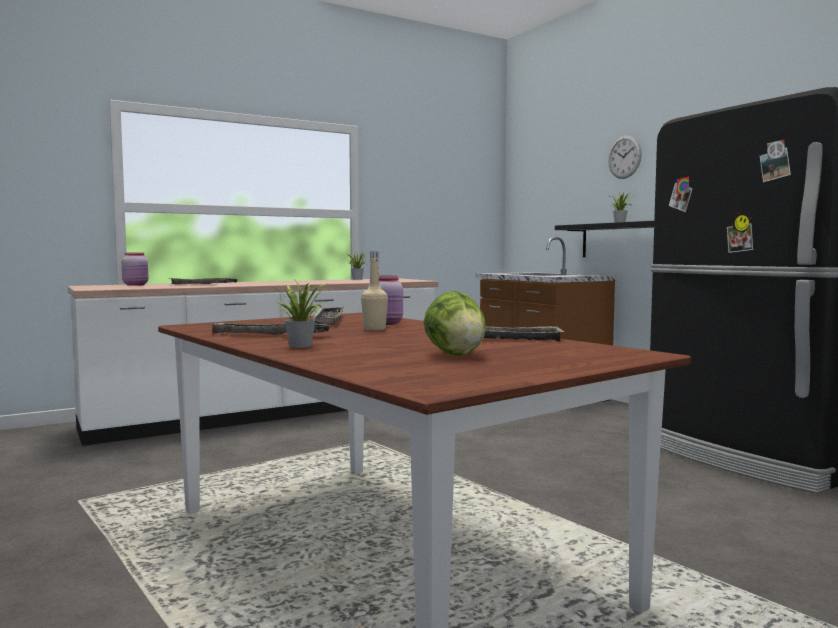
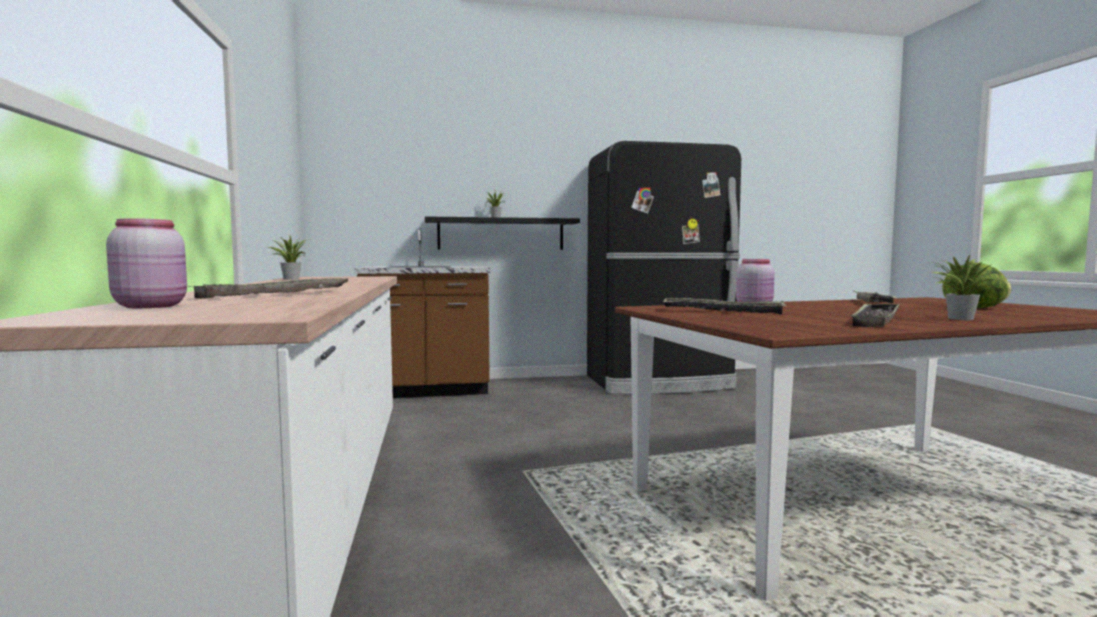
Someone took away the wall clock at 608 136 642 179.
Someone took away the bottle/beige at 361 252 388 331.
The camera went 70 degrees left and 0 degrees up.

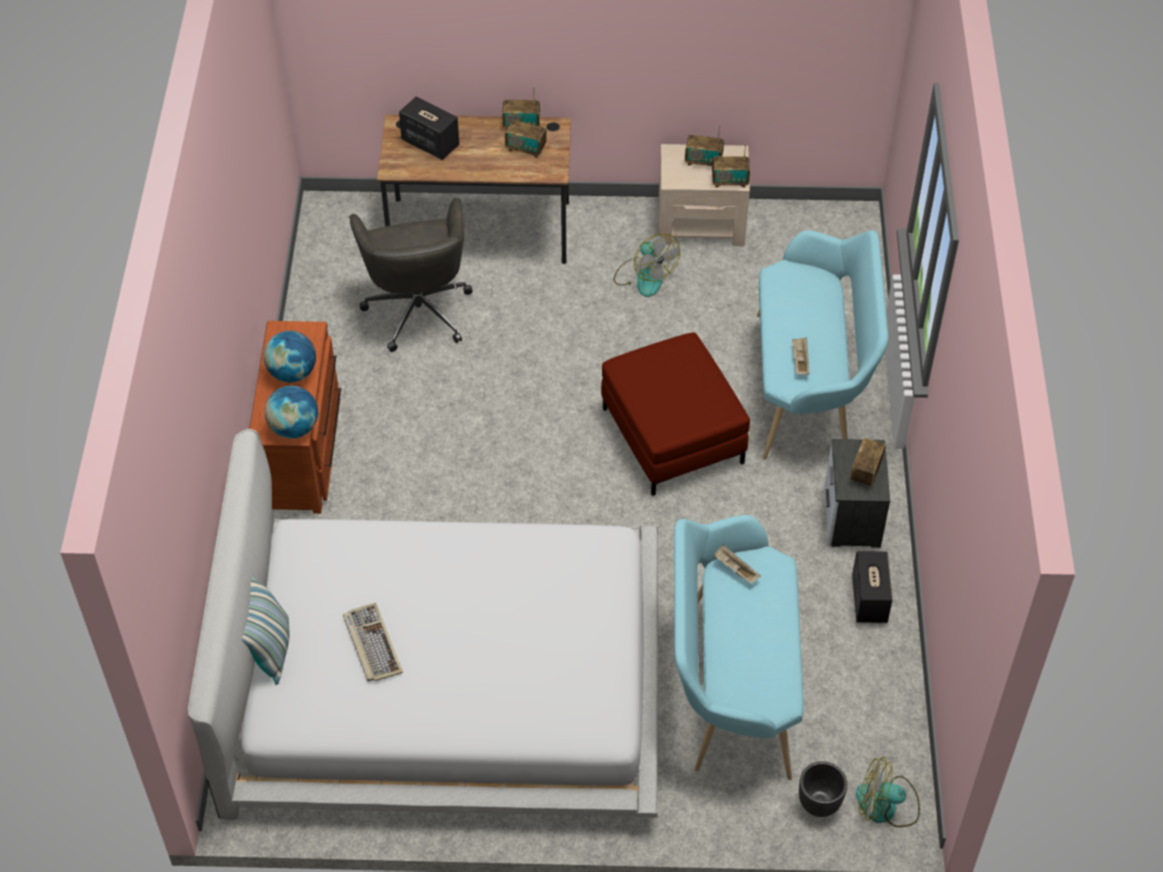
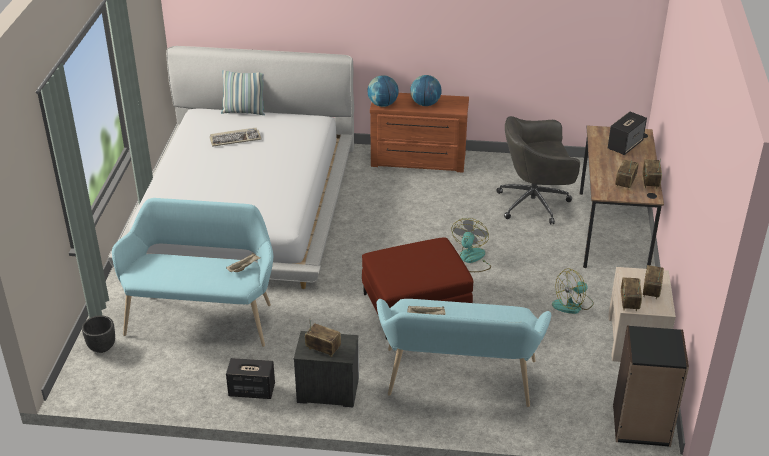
Someone carried the fan from 856 757 920 827 to 451 218 491 272.
Someone put down the bookcase/black at 613 325 689 447.
The camera went 95 degrees right and 15 degrees down.

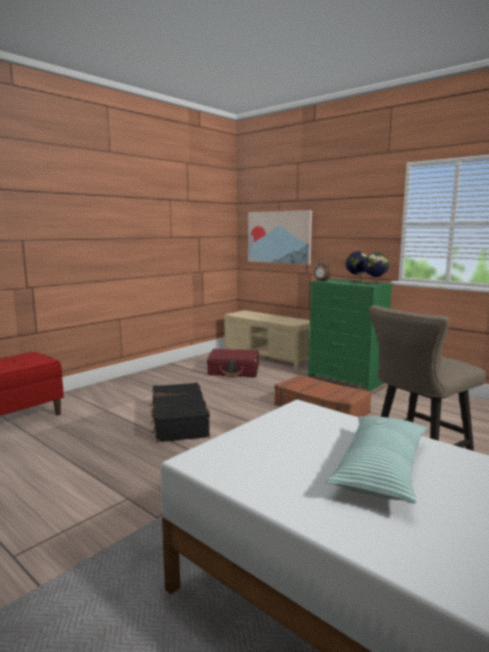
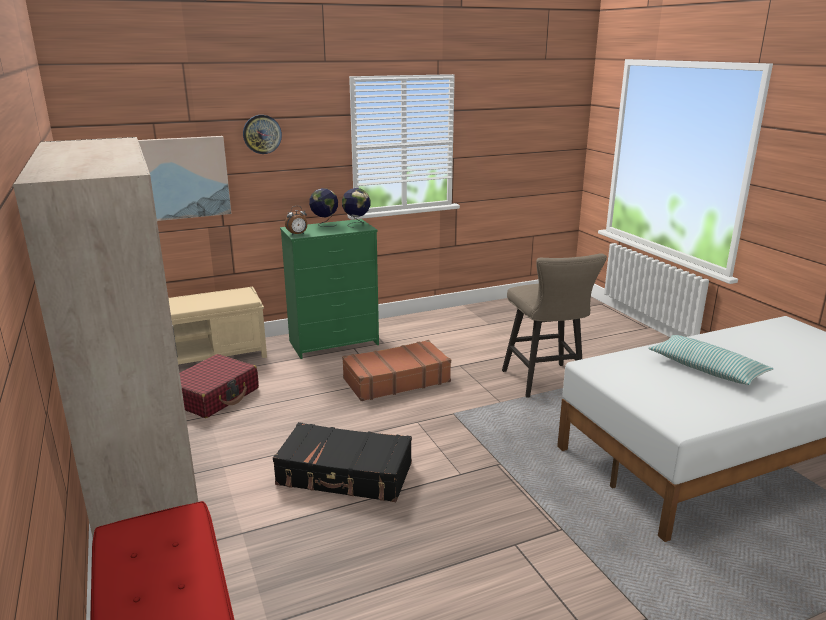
Someone put up the wall clock at 243 115 282 154.
Someone put down the wardrobe/beige at 13 137 198 537.
The camera went 65 degrees left and 10 degrees up.

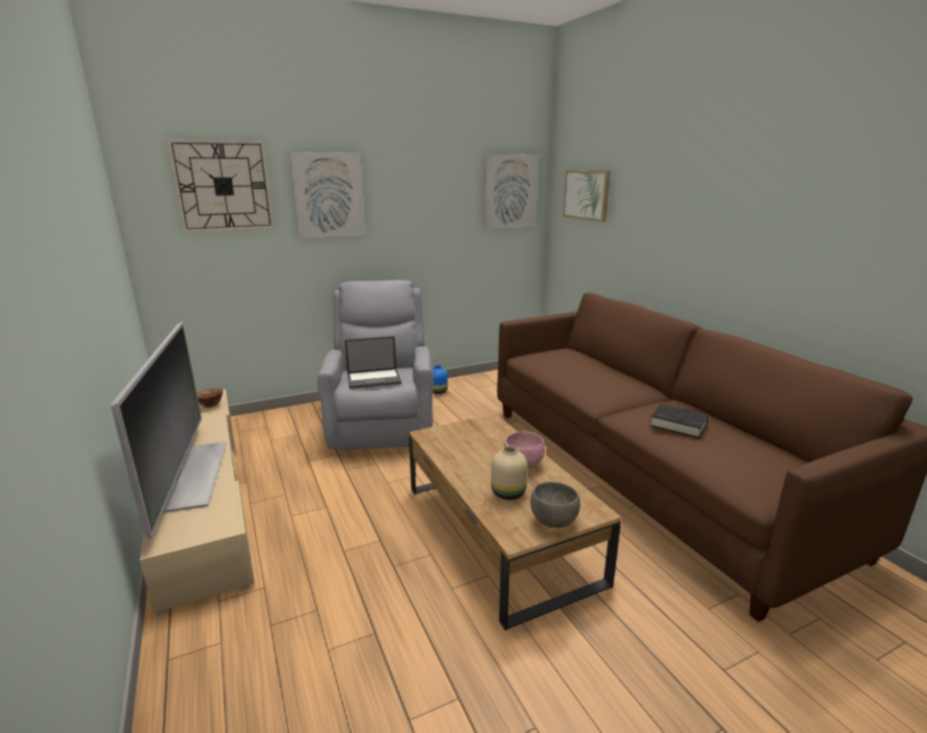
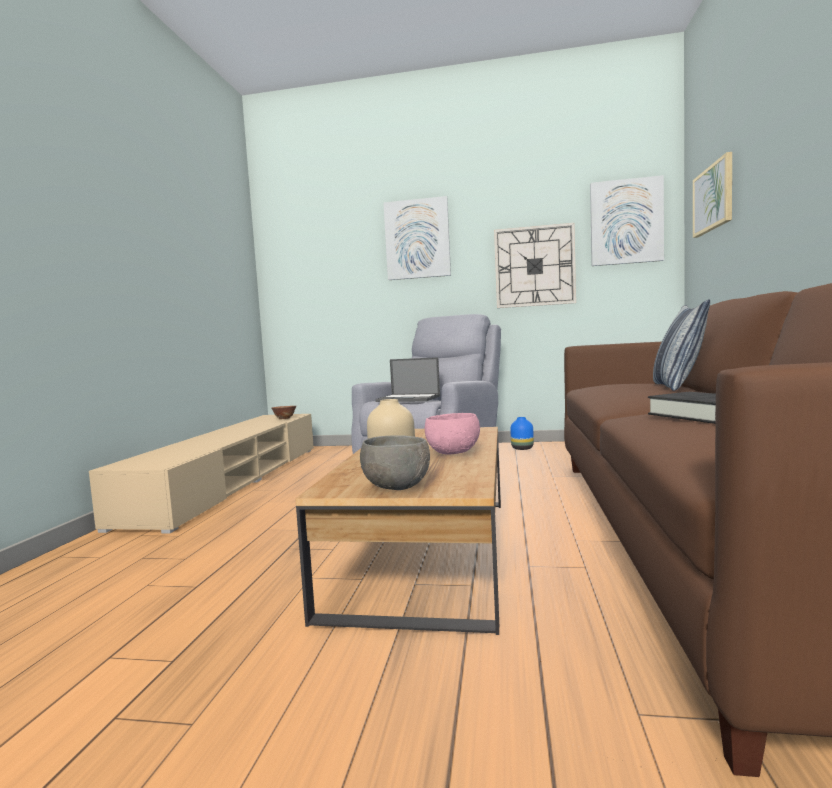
Someone carried the wall clock from 167 139 274 233 to 494 223 576 308.
Someone took away the television at 111 322 227 539.
Someone put down the pillow at 653 299 710 391.
The camera went 35 degrees right and 15 degrees down.

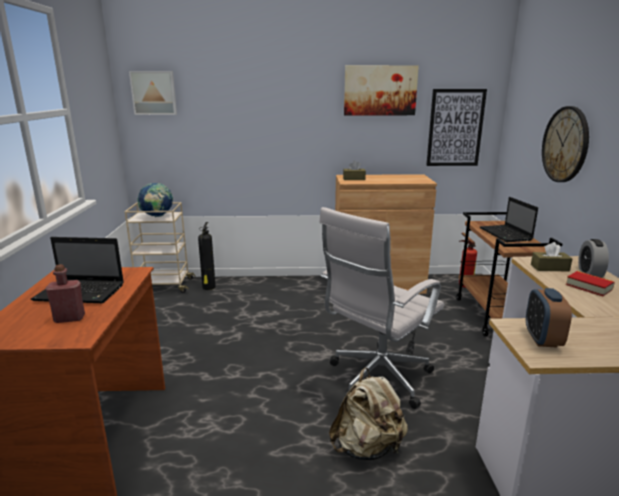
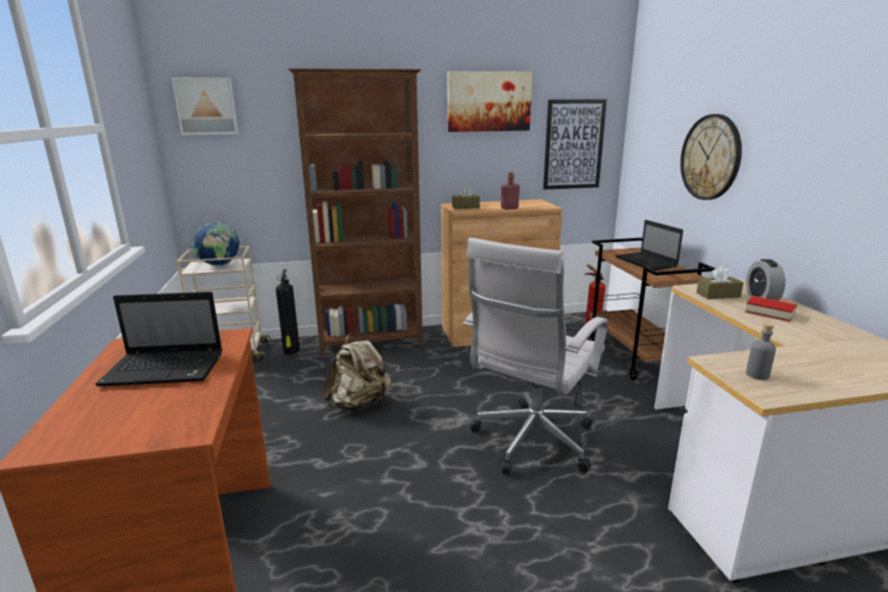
Someone carried the bottle/red from 45 264 85 323 to 501 172 520 210.
Someone swapped the alarm clock at 526 288 572 348 for the bottle/grey at 746 323 776 380.
Someone carried the backpack/beige from 329 368 408 460 to 324 333 391 411.
Someone put down the bookcase/brown at 288 68 423 355.
The camera went 10 degrees left and 0 degrees up.

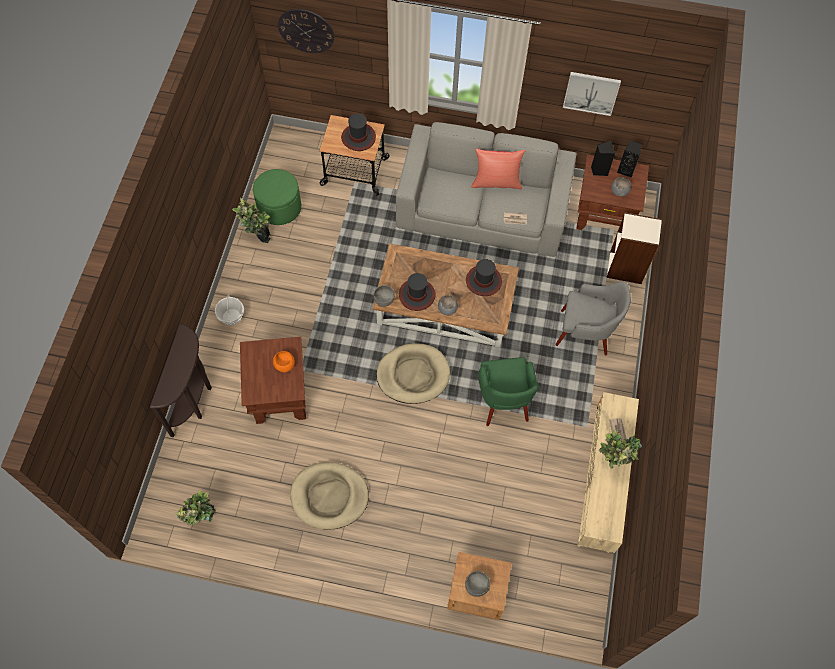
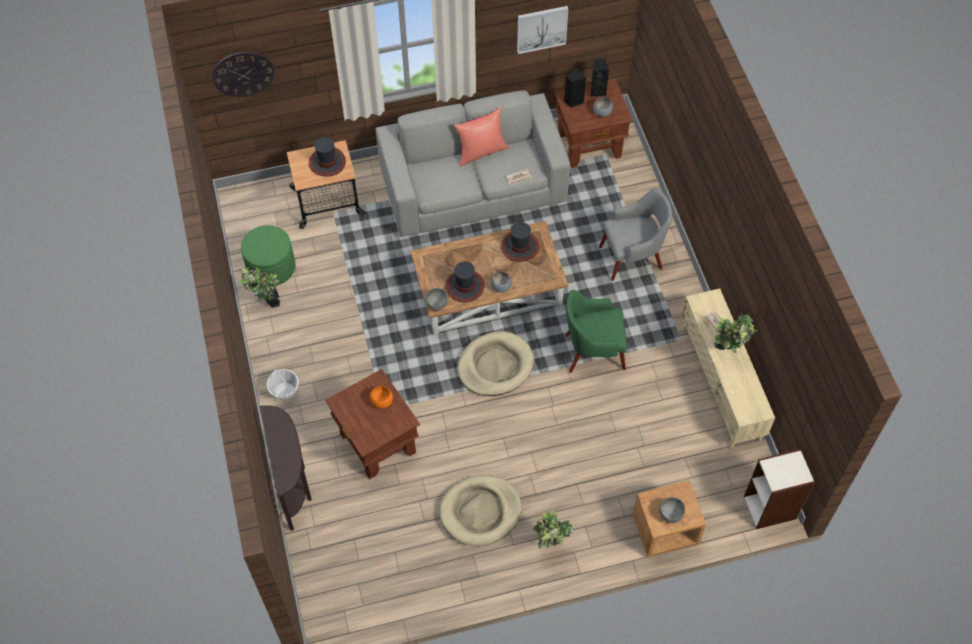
Someone carried the bookcase from 606 212 662 284 to 744 449 815 529.
Someone rotated the armchair/green at 478 357 539 426 by 120 degrees clockwise.
Someone carried the potted plant from 175 491 215 525 to 533 510 573 549.
The camera went 25 degrees left and 5 degrees down.

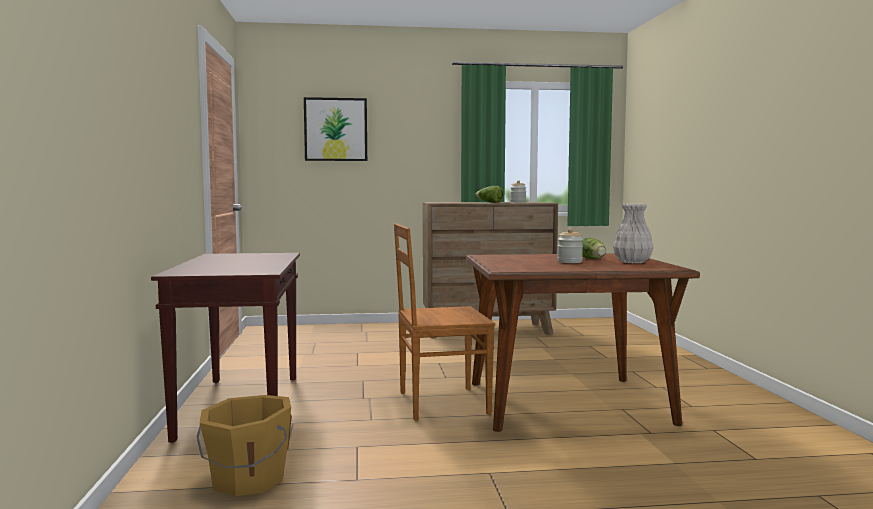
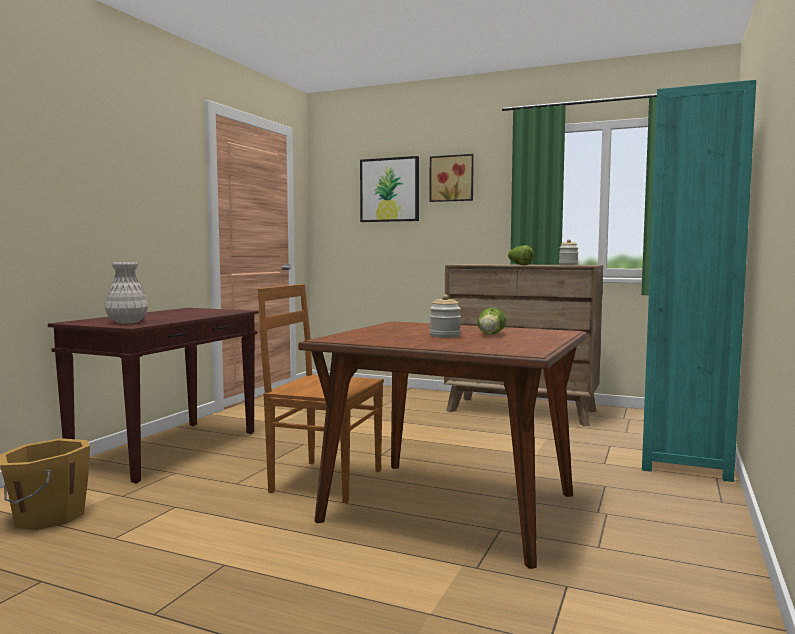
Someone carried the vase/white from 613 204 654 263 to 105 262 148 324.
Someone put down the bookcase/turquoise at 642 80 756 482.
Someone put up the picture at 429 154 474 202.
The camera went 30 degrees right and 0 degrees up.

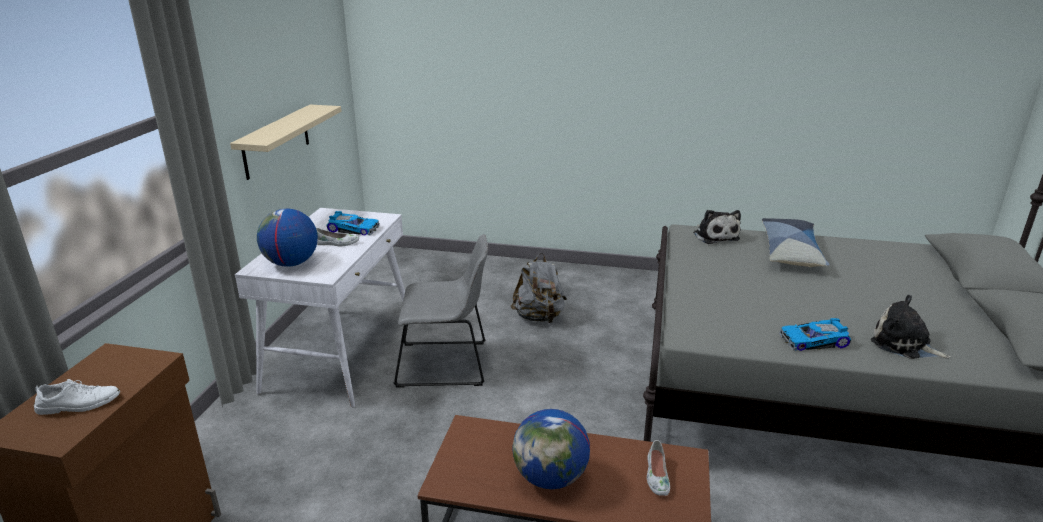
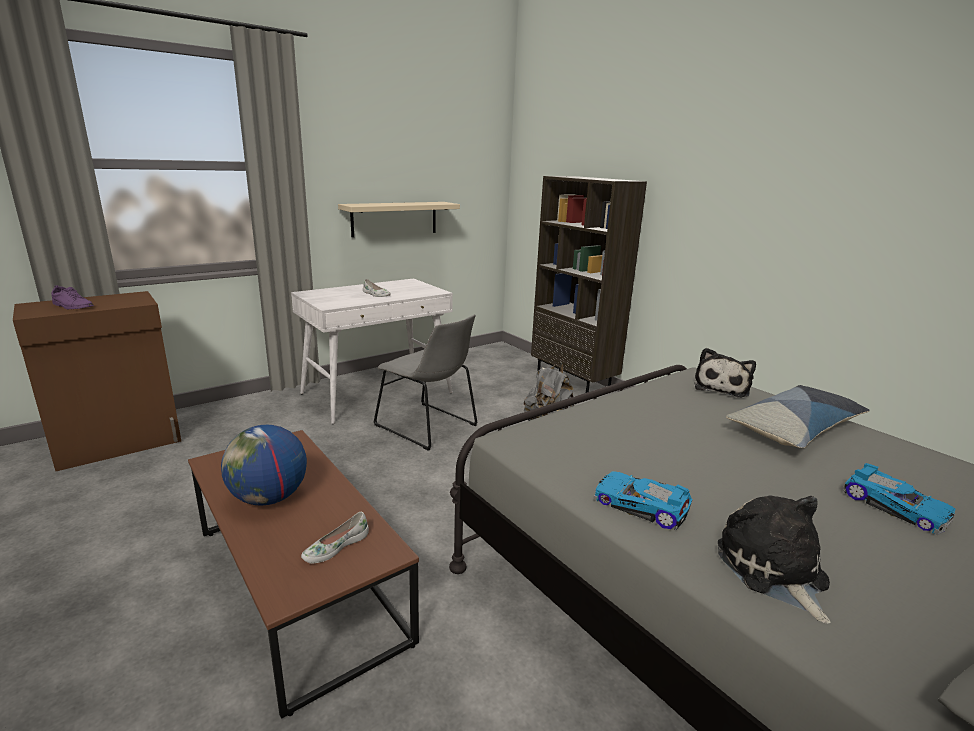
Someone took away the globe at 257 209 318 267.
Someone carried the toy car from 327 211 380 236 to 844 463 955 535.
Someone repainted the shoe/white at 34 379 120 415, which became the shoe/purple at 51 285 94 309.
Someone put down the bookcase/brown at 531 176 647 393.
The camera went 40 degrees right and 5 degrees down.

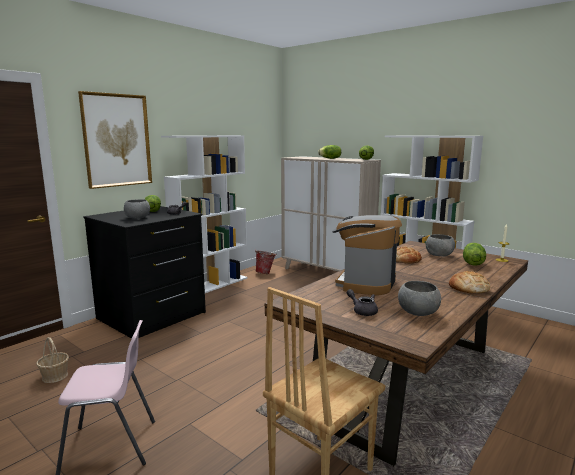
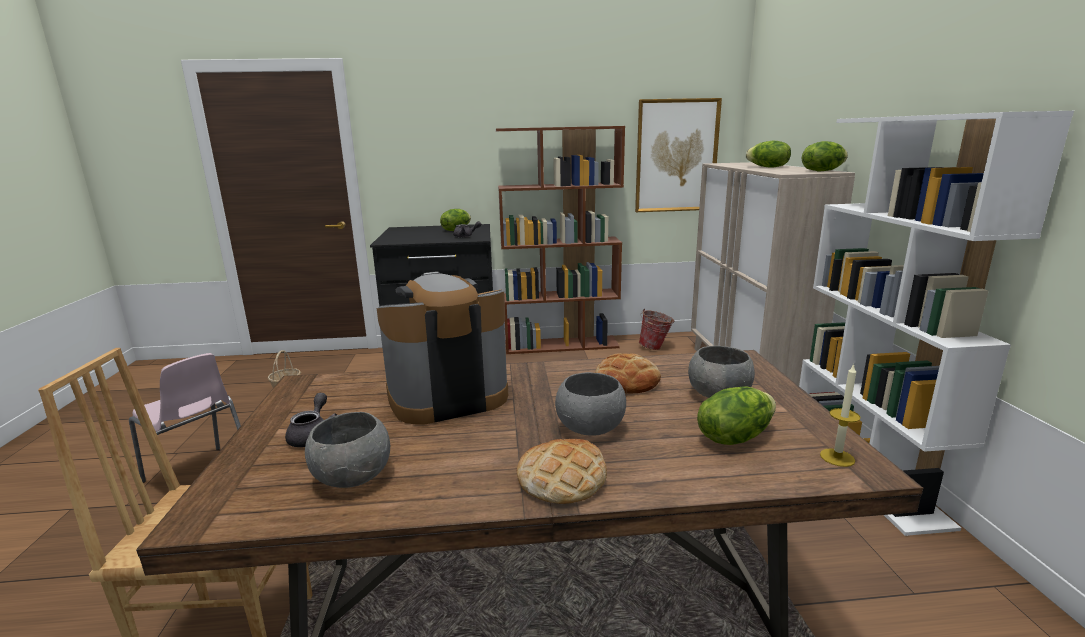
Someone carried the picture from 78 91 152 189 to 635 98 722 212.
Someone repainted the bookcase/white at 161 135 248 293, which became the bookcase/brown at 496 126 625 354.
Someone carried the bowl/grey from 124 199 150 219 to 555 372 626 436.
The camera went 45 degrees right and 5 degrees up.

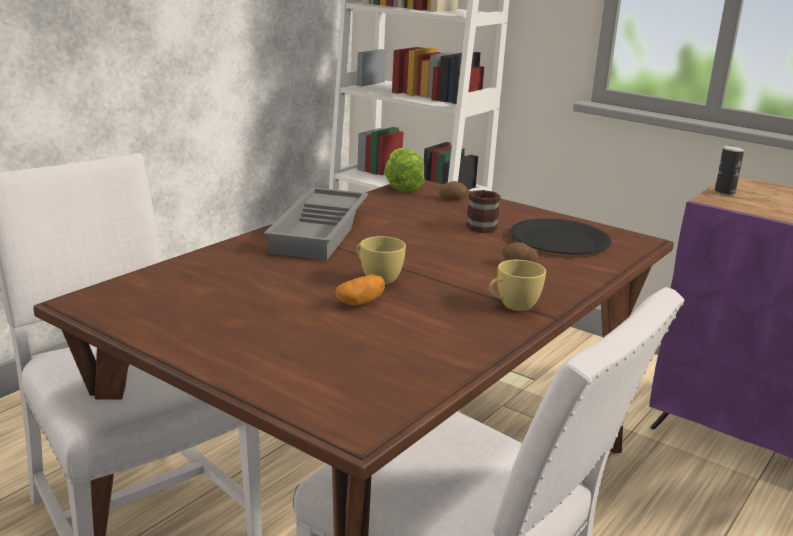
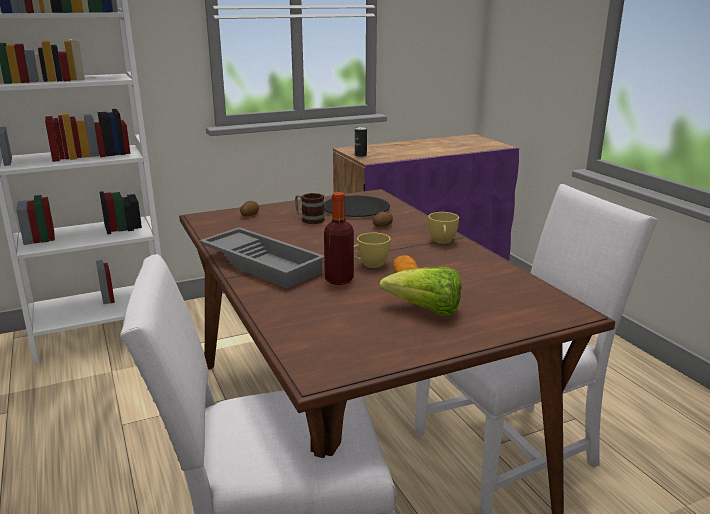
Someone carried the lettuce from 384 148 425 193 to 379 267 461 316.
Someone put down the bottle at 324 192 354 285.
The camera went 60 degrees left and 0 degrees up.

